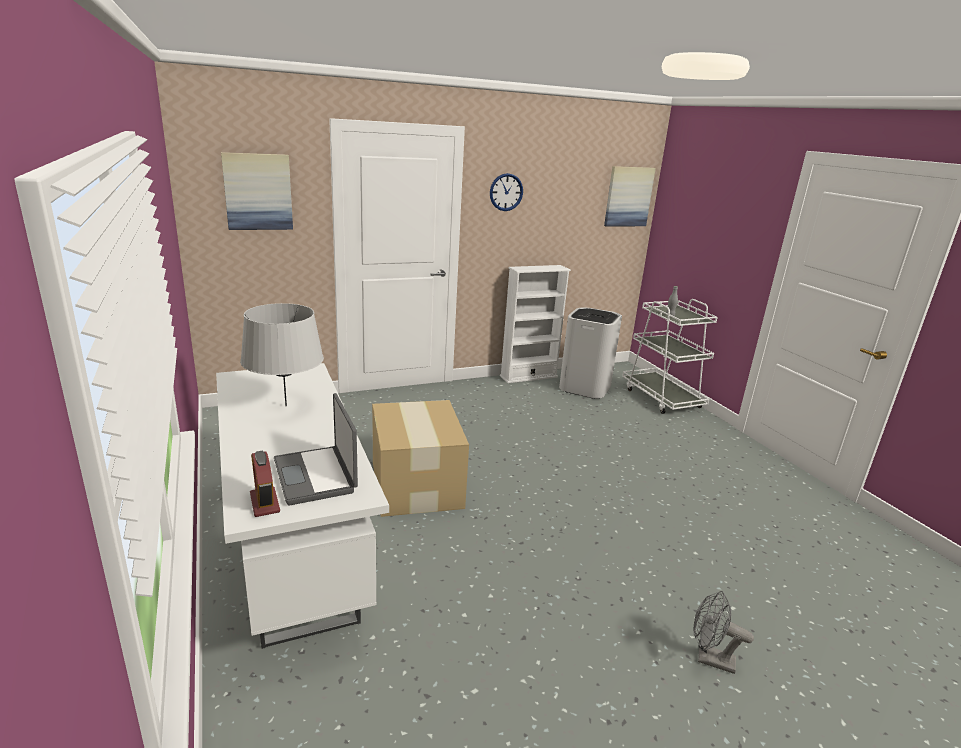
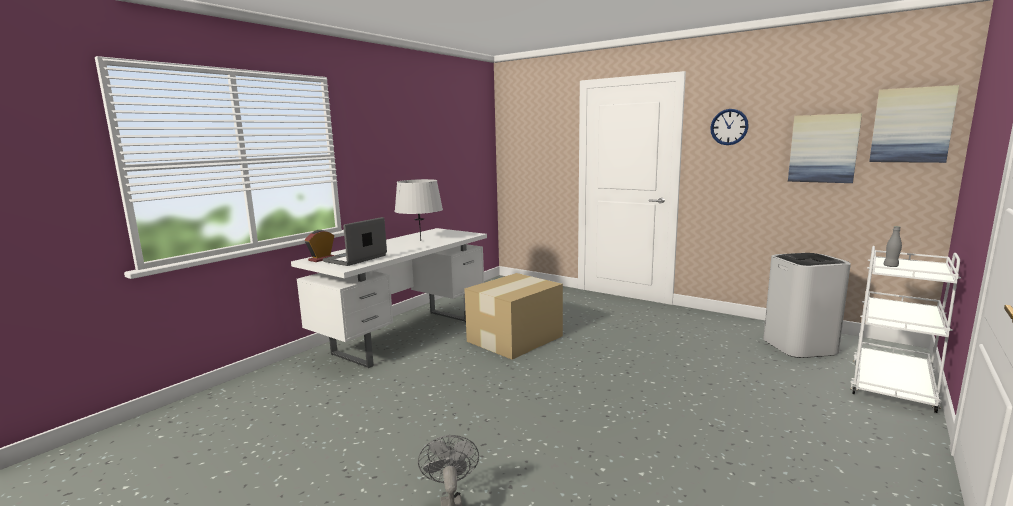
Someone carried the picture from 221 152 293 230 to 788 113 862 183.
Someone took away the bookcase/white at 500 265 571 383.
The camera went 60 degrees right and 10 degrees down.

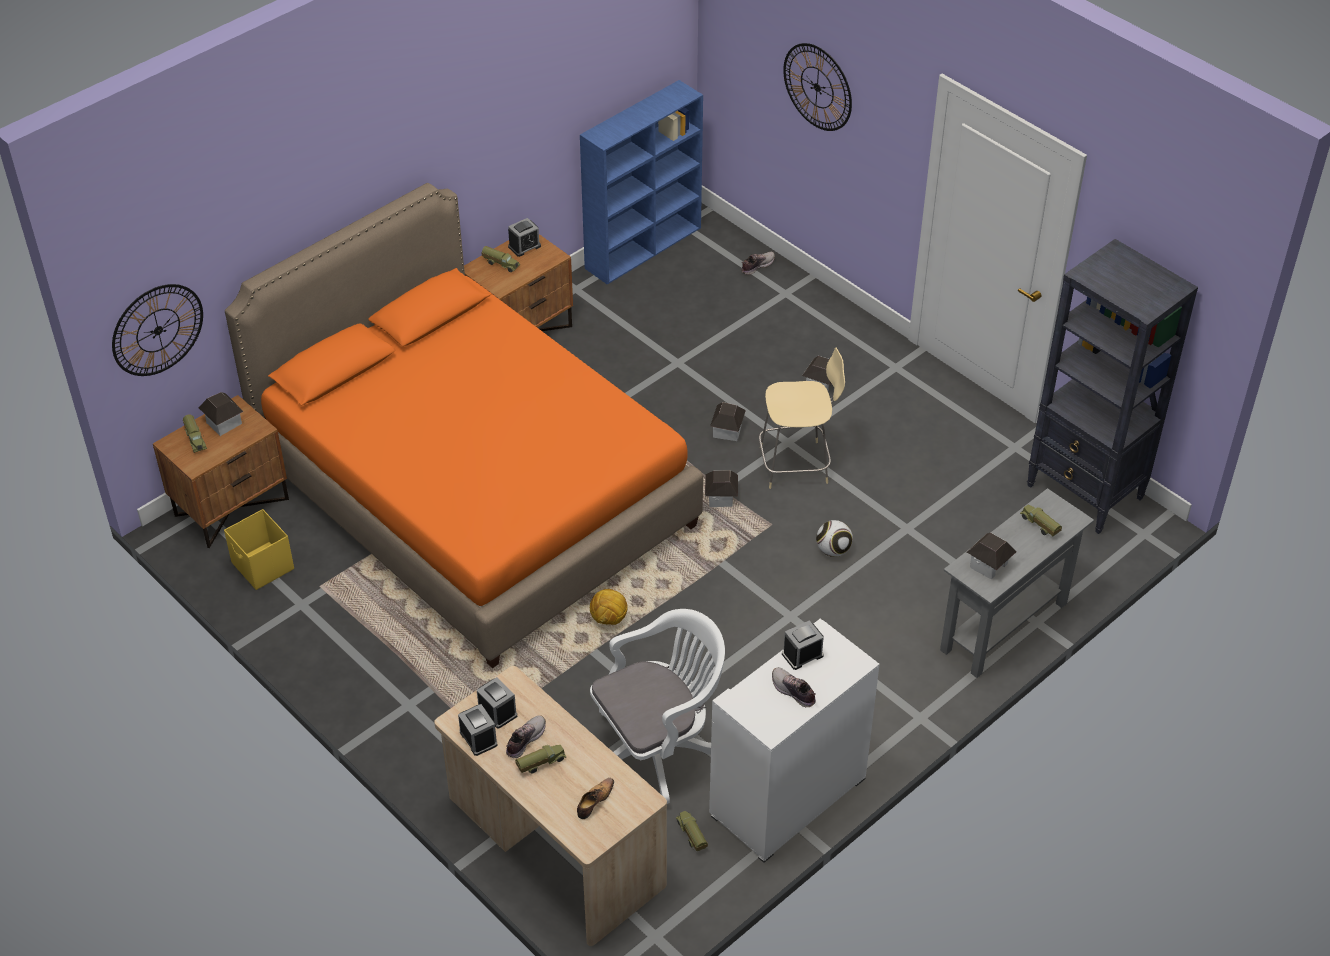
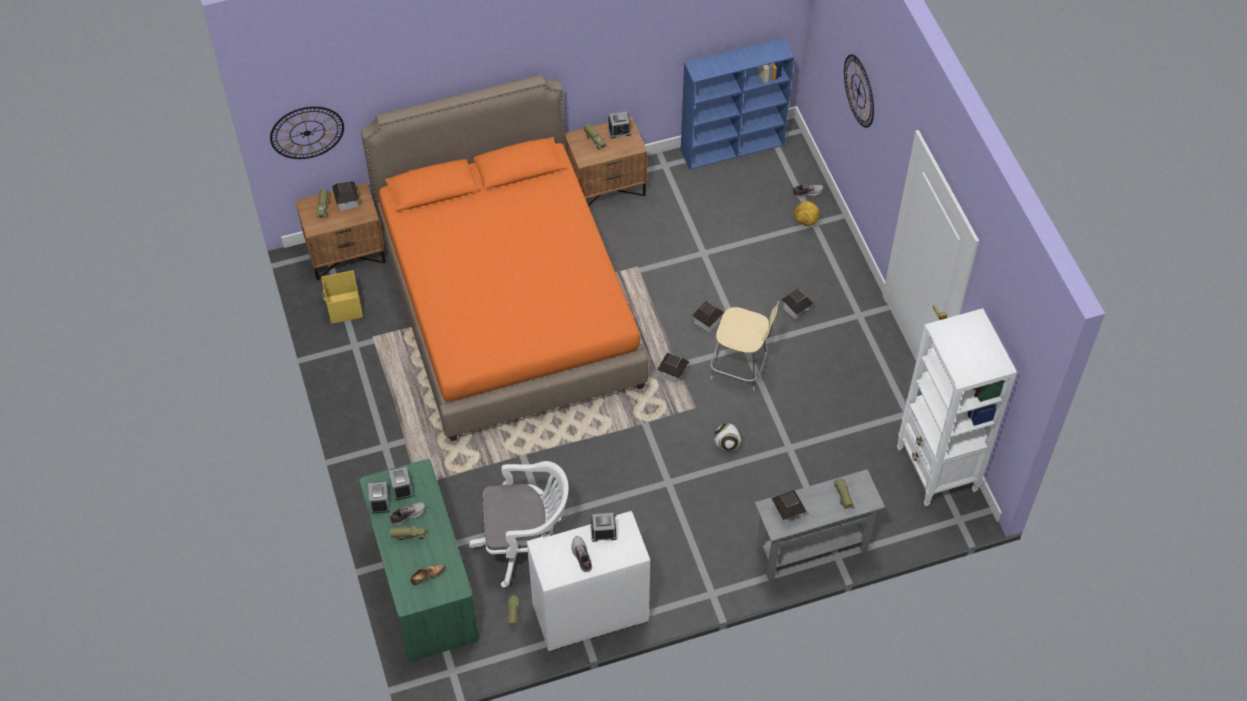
Someone repainted the bookcase/black at 1027 239 1198 534, which became the bookcase/white at 897 308 1017 507.
Someone carried the football from 590 589 628 625 to 794 201 820 226.
Someone repainted the desk/beige at 434 666 667 946, which became the desk/green at 359 459 479 661.
The camera went 25 degrees right and 10 degrees up.

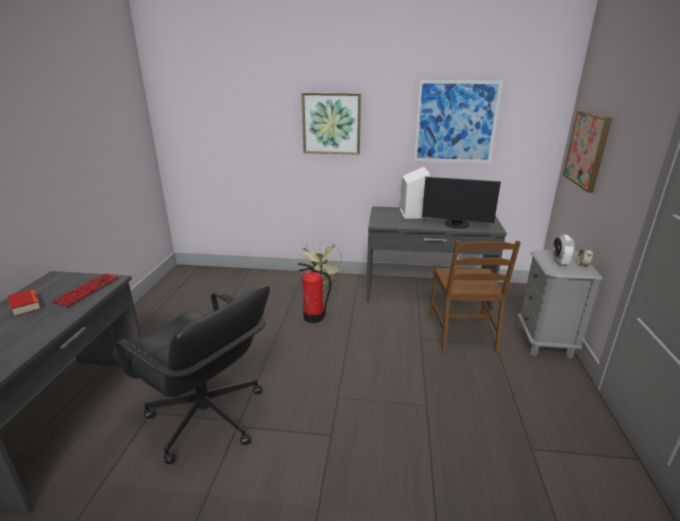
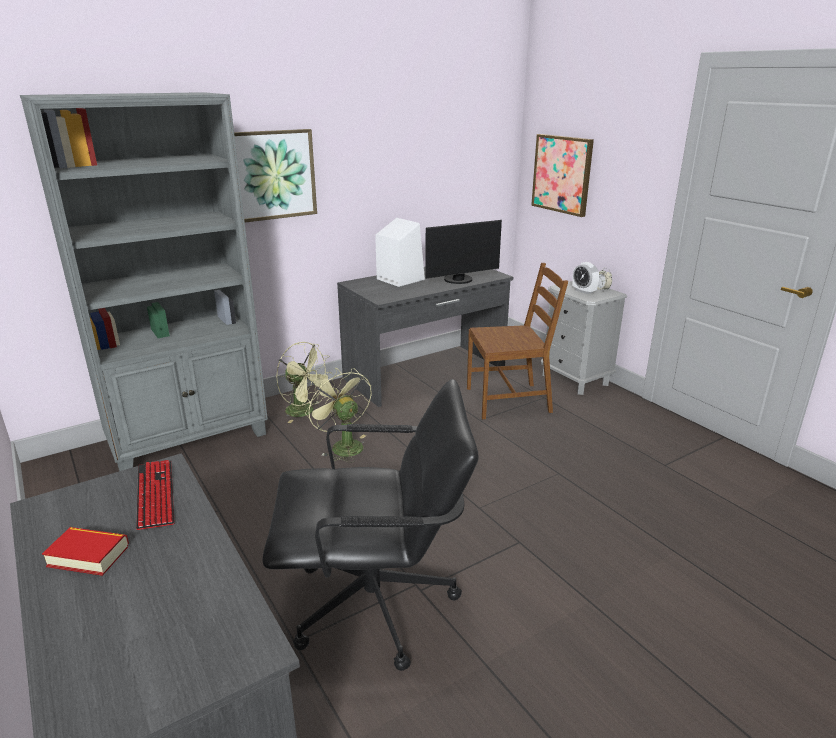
Someone took away the picture at 414 80 503 163.
Someone rotated the chair/brown at 429 240 521 353 by 60 degrees counterclockwise.
Someone swapped the fire extinguisher at 298 263 331 323 for the fan/green at 305 368 372 463.
Someone put down the bookcase/grey at 20 92 268 471.
The camera went 40 degrees left and 0 degrees up.

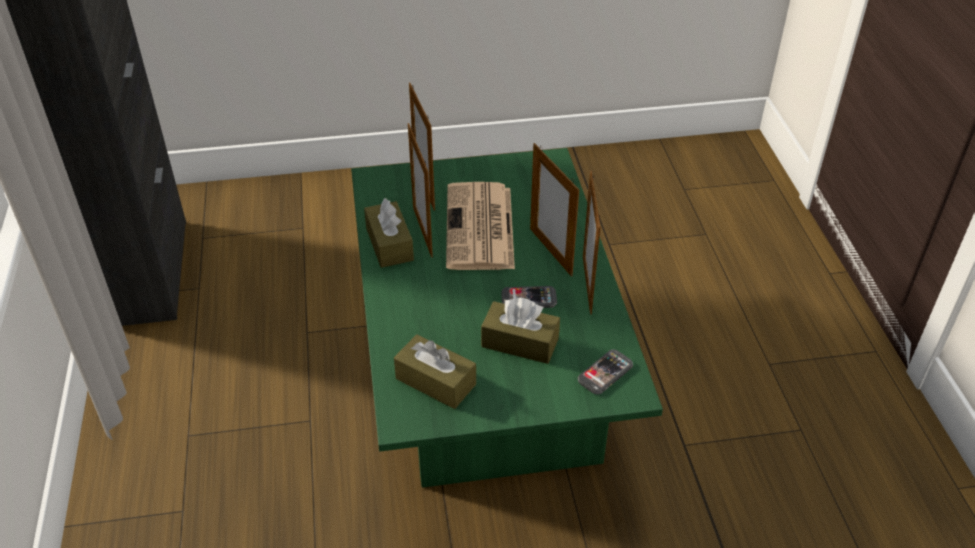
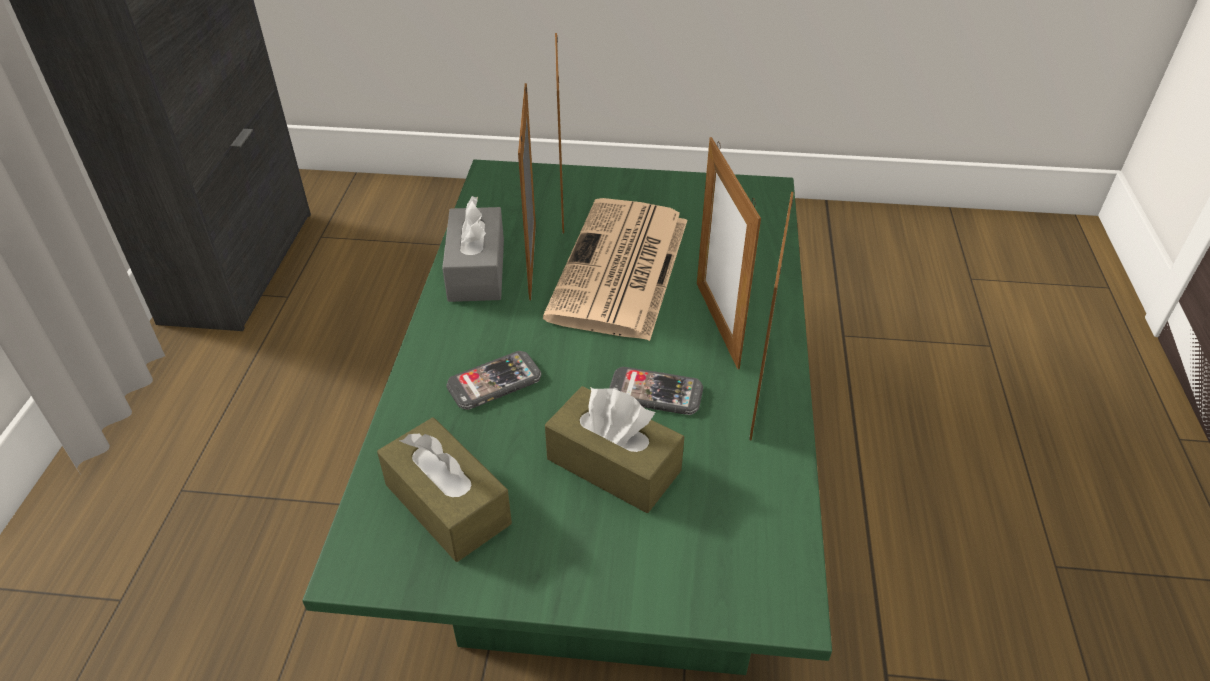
Someone repainted the tissue box/brown at 364 198 414 268, which became the tissue box/grey at 442 196 504 302.
Someone carried the phone from 578 350 633 394 to 446 351 542 410.
The camera went 15 degrees right and 0 degrees up.

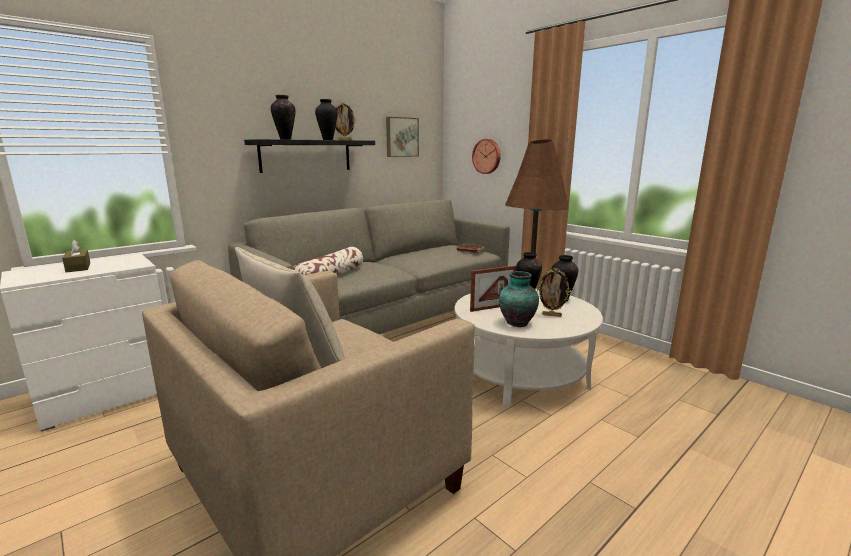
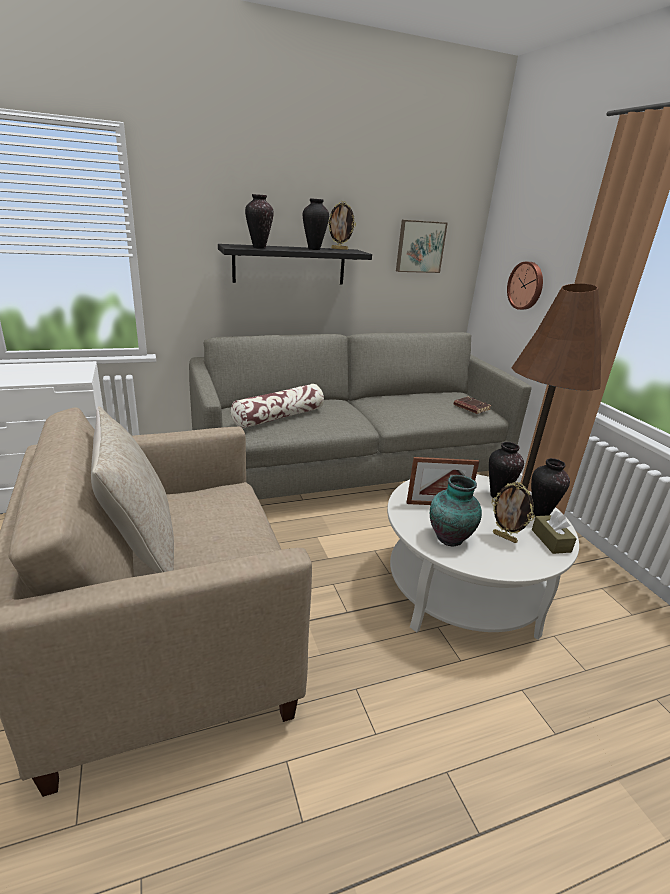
Someone carried the tissue box/brown from 62 240 90 272 to 532 511 577 554.
The camera went 20 degrees right and 10 degrees up.

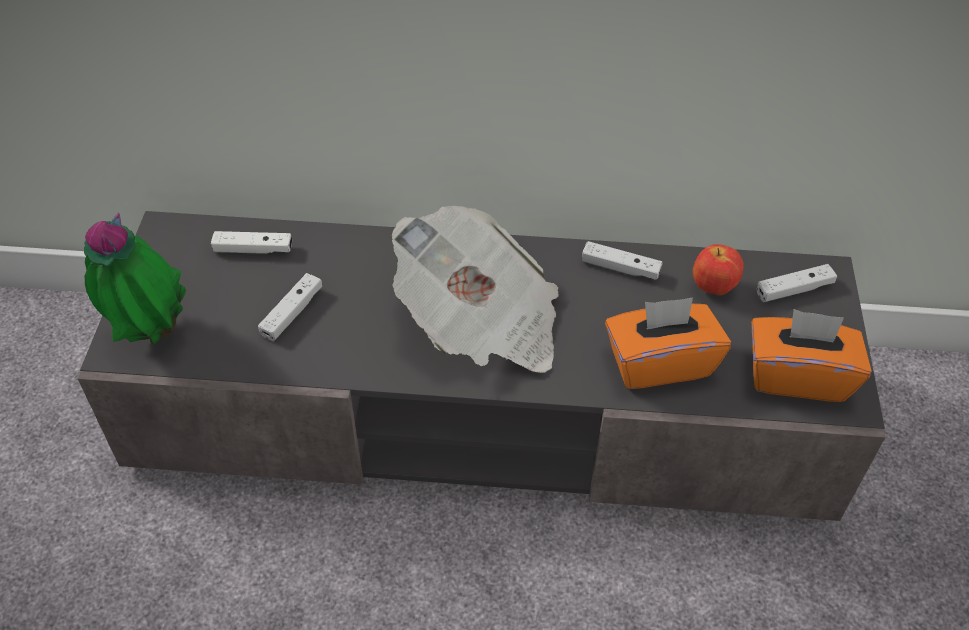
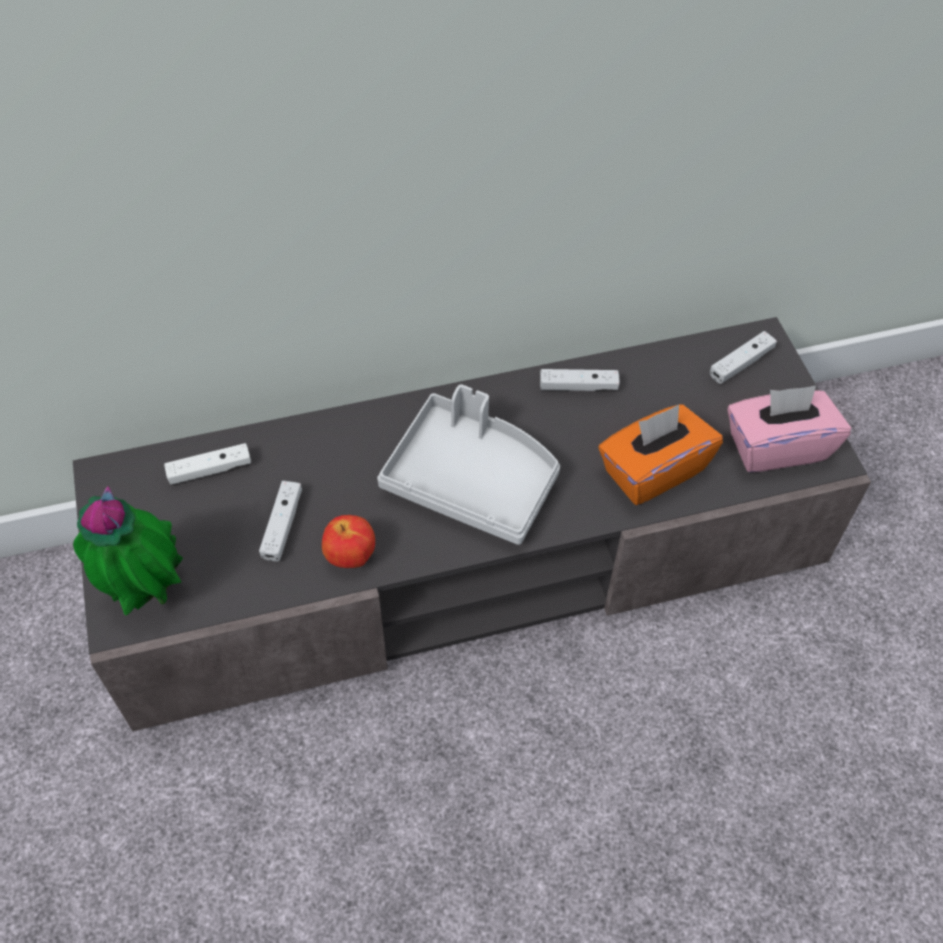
Someone swapped the newspaper at 392 206 559 373 for the tray/grey at 377 384 560 545.
Someone carried the apple from 693 244 744 295 to 322 515 375 568.
Someone repainted the tissue box/orange at 751 309 872 402, which became the tissue box/pink at 727 386 851 473.
The camera went 20 degrees left and 5 degrees up.

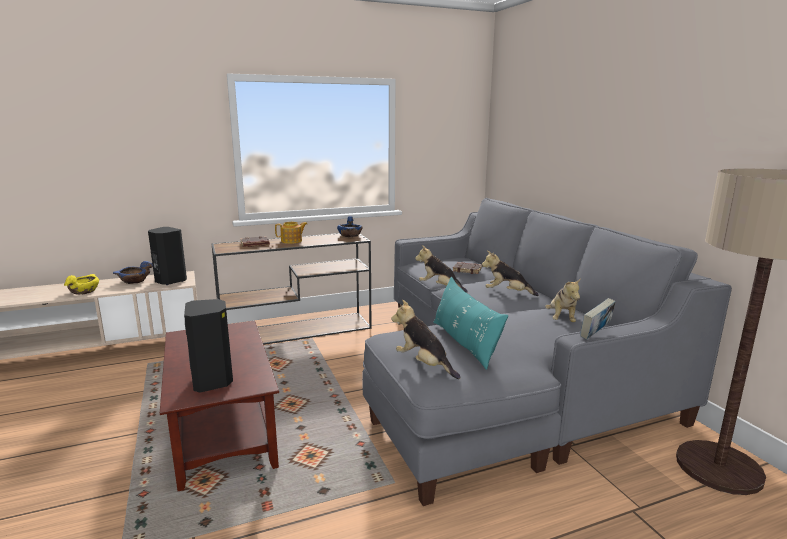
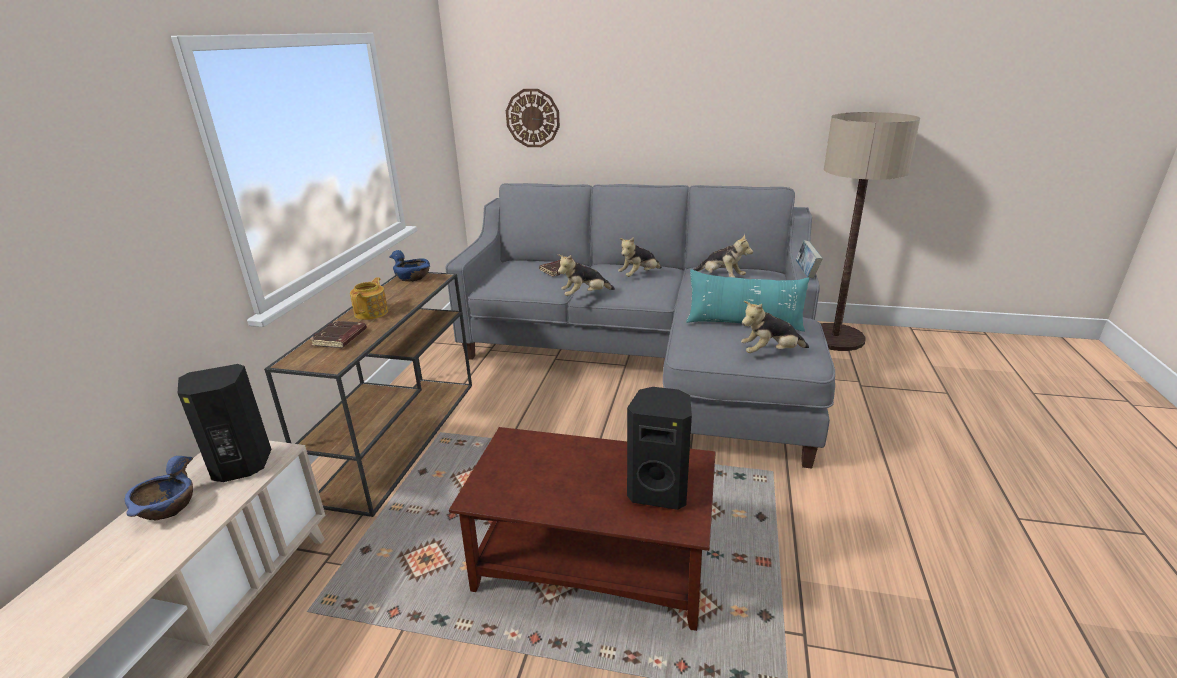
Someone took away the bowl/yellow at 64 274 99 295.
Someone put up the wall clock at 506 89 560 147.
The camera went 55 degrees left and 10 degrees up.

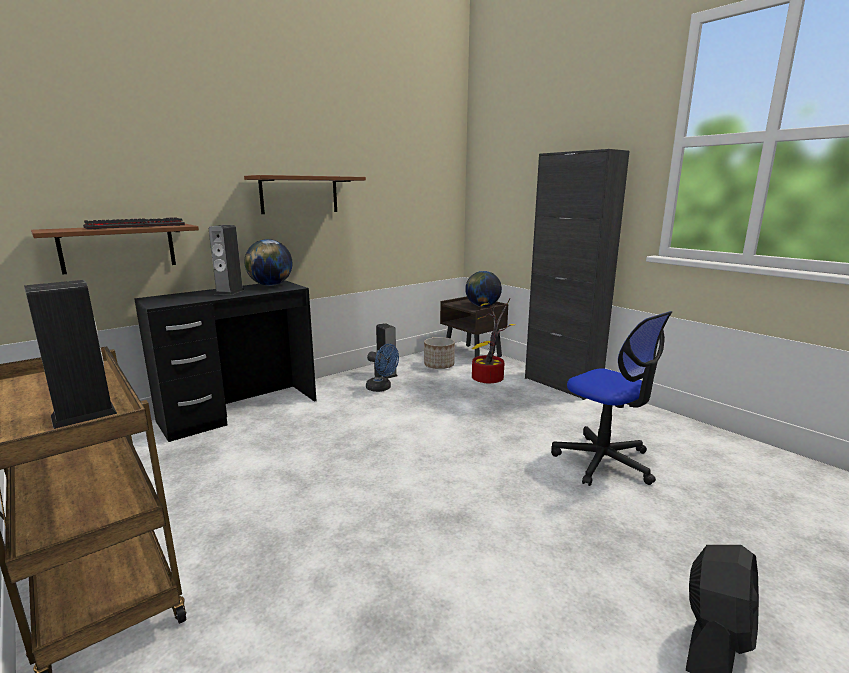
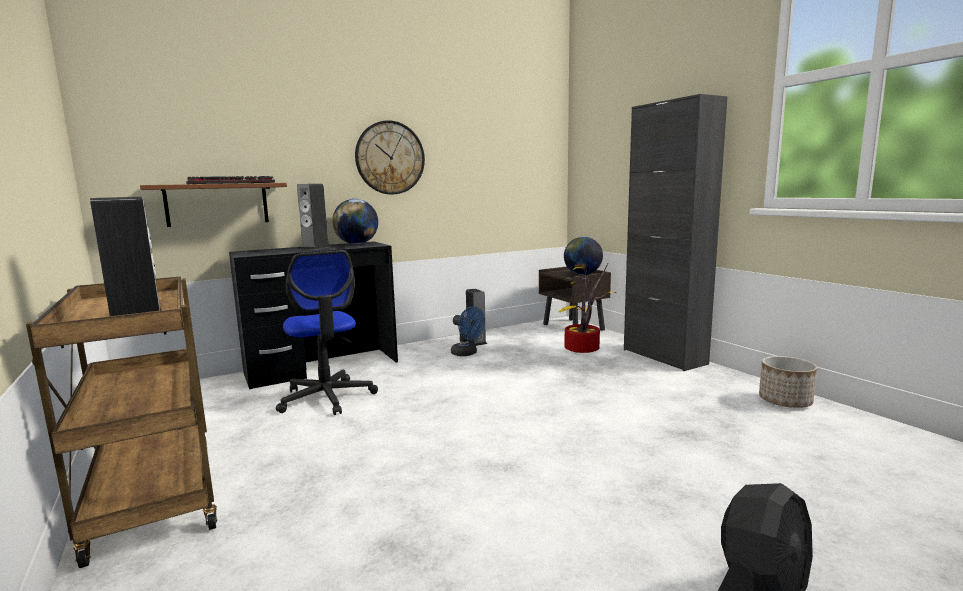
Someone swapped the shelf/brown at 244 175 366 214 for the wall clock at 355 120 425 194.
Someone carried the office chair from 551 311 673 486 to 276 250 378 415.
Someone carried the planter from 424 337 455 369 to 759 356 817 408.
The camera went 10 degrees right and 5 degrees down.

